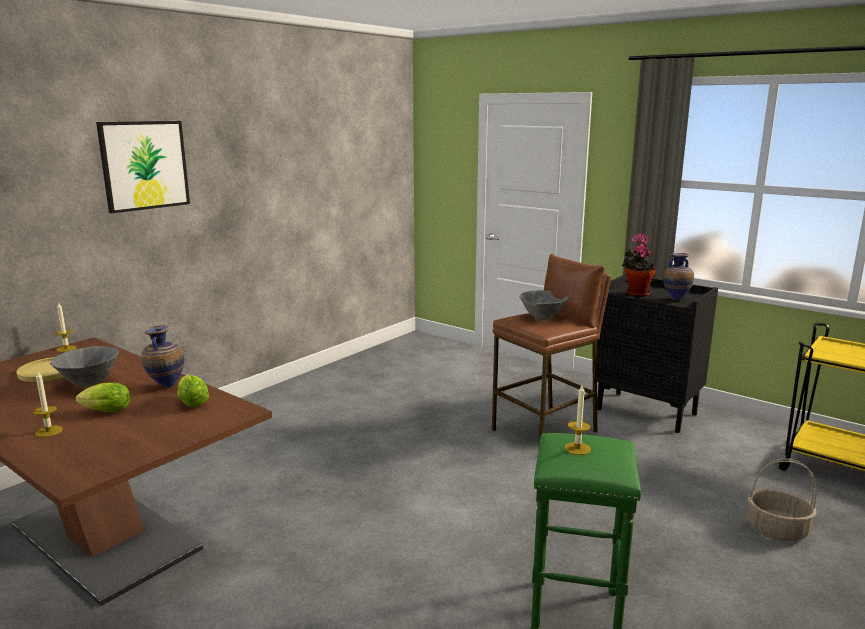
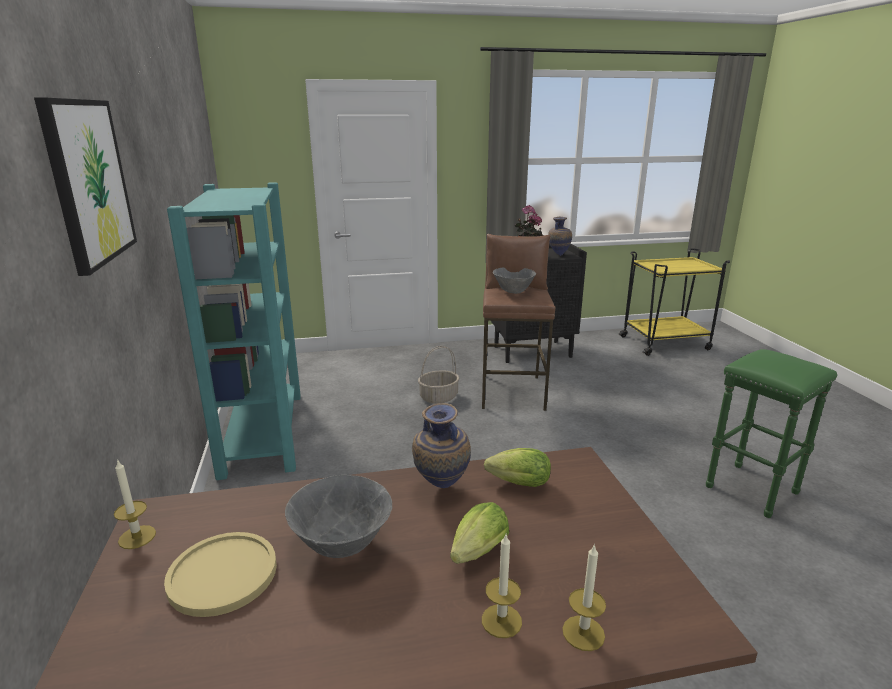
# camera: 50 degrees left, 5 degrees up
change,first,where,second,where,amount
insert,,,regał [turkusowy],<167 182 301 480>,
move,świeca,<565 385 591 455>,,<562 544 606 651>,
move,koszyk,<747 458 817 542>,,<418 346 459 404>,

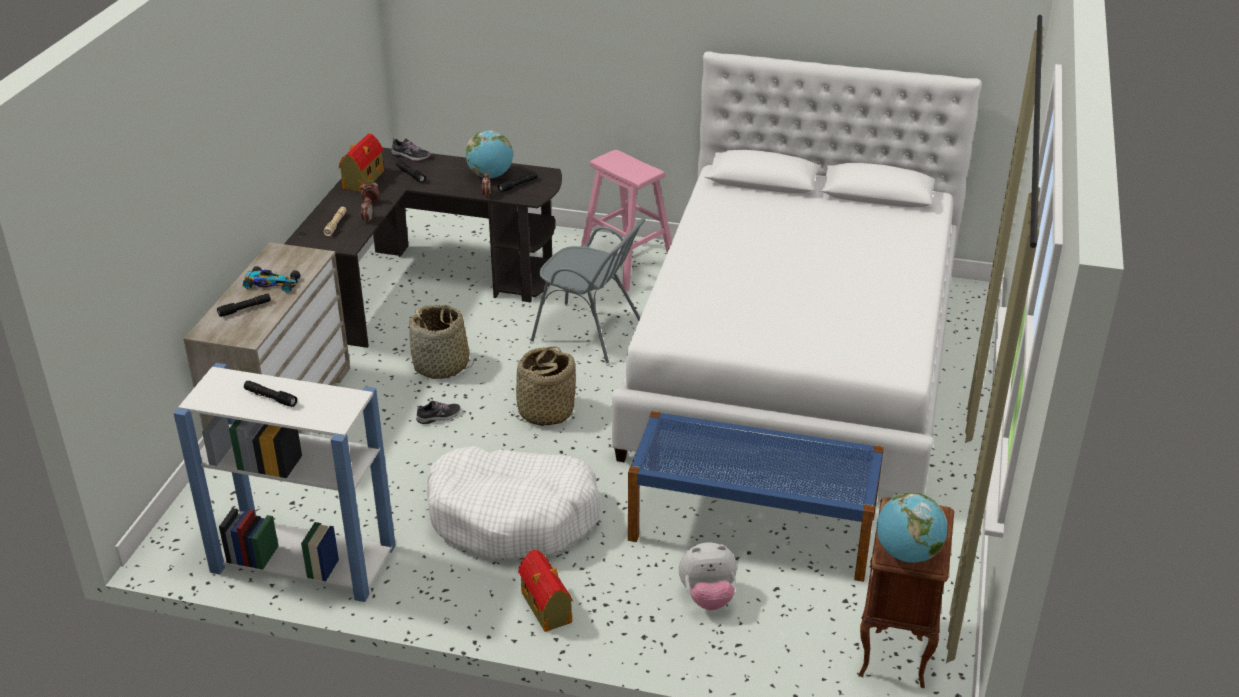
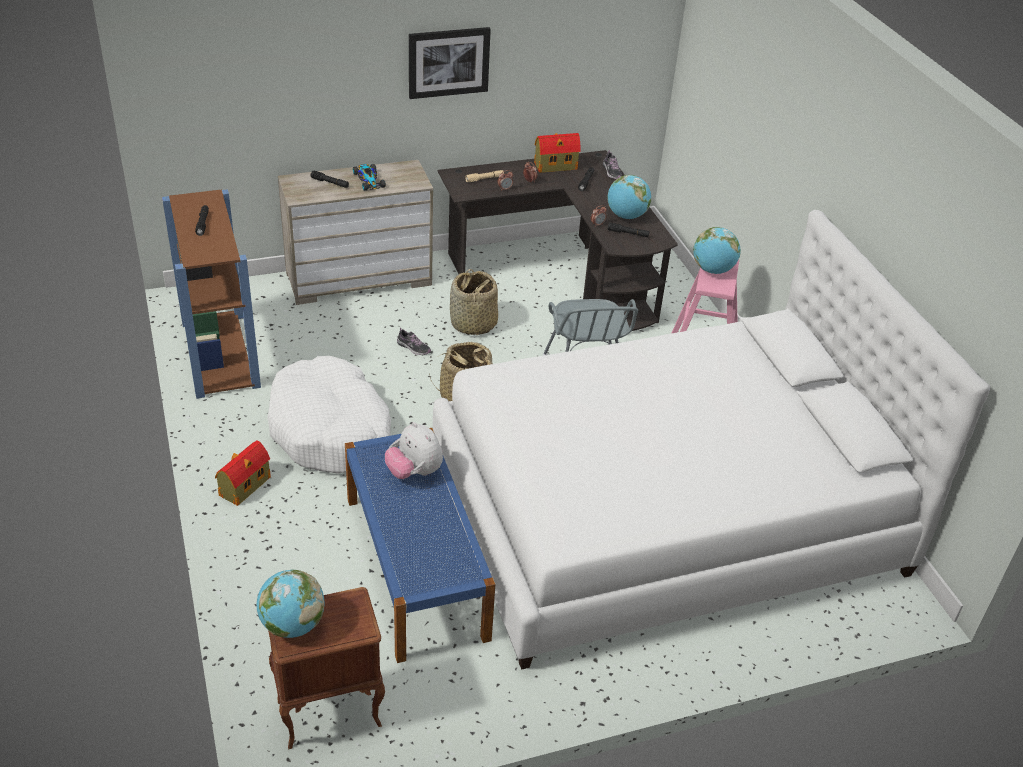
# camera: 55 degrees right, 5 degrees up
change,first,where,second,where,amount
insert,,,obraz,<409 27 491 99>,
insert,,,globus,<693 227 741 274>,
move,pluszak,<679 543 737 610>,,<385 422 443 479>,
recolor,regał [biały],<173 363 396 602>,regał [brązowy],<162 189 261 399>,

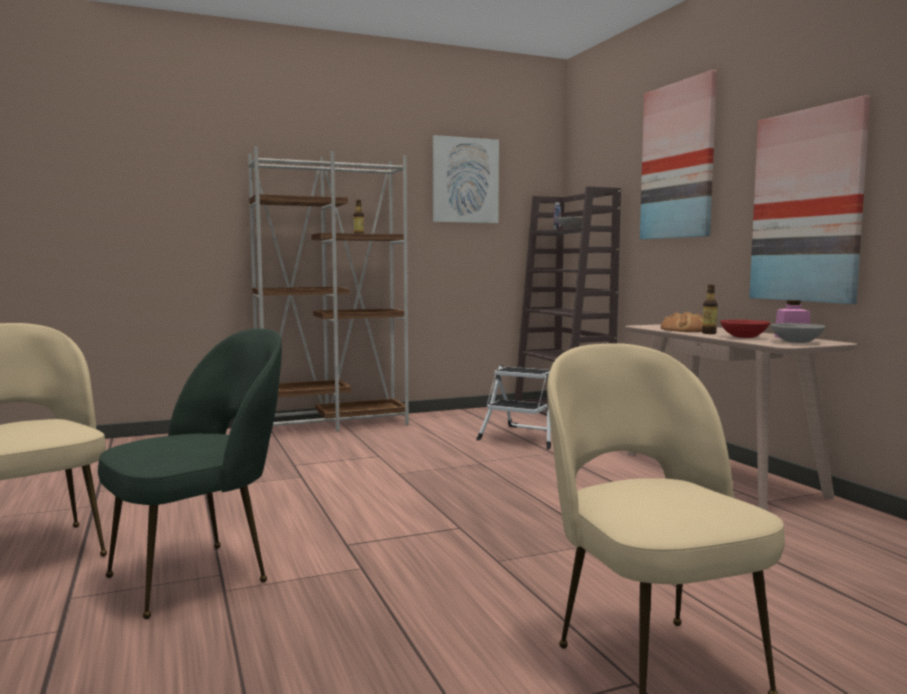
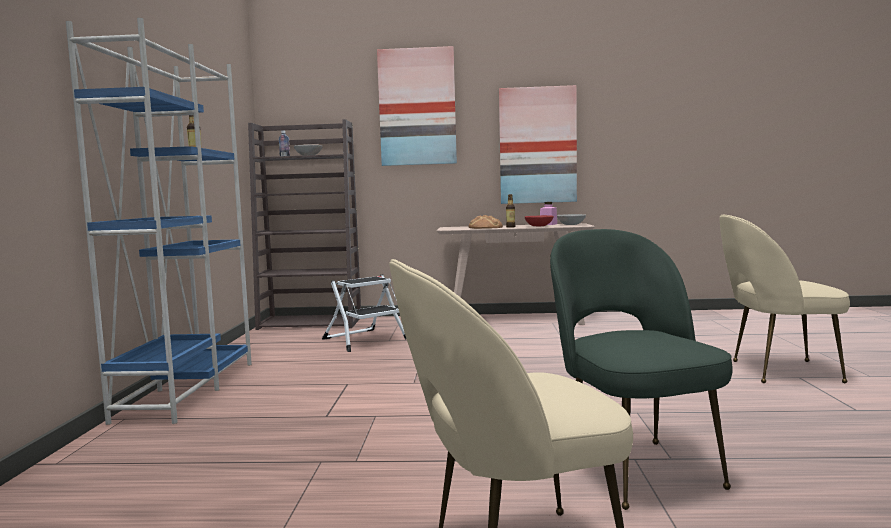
# camera: 65 degrees left, 0 degrees up
change,first,where,second,where,amount
delete,obraz,<433 135 499 223>,,,
recolor,regał [brązowy],<248 146 409 432>,regał [niebieski],<66 18 252 425>,

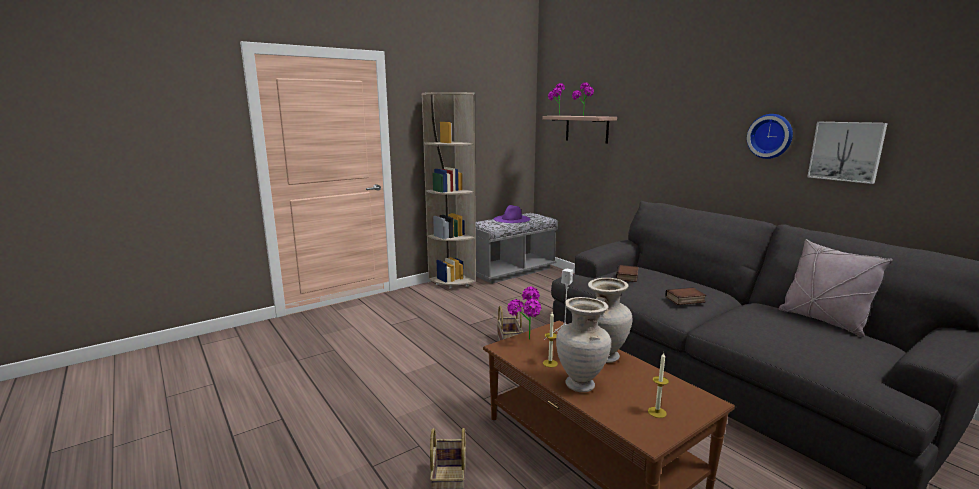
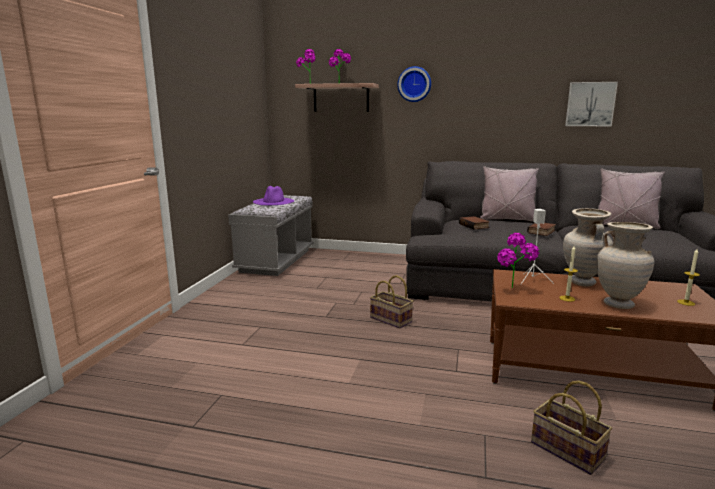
# camera: 40 degrees left, 0 degrees up
change,first,where,second,where,amount
delete,regał [beżowy],<422 92 476 289>,,,
insert,,,poduszka [fioletowy],<480 166 539 222>,
move,zegar ścienny,<747 114 793 159>,,<397 66 431 102>,

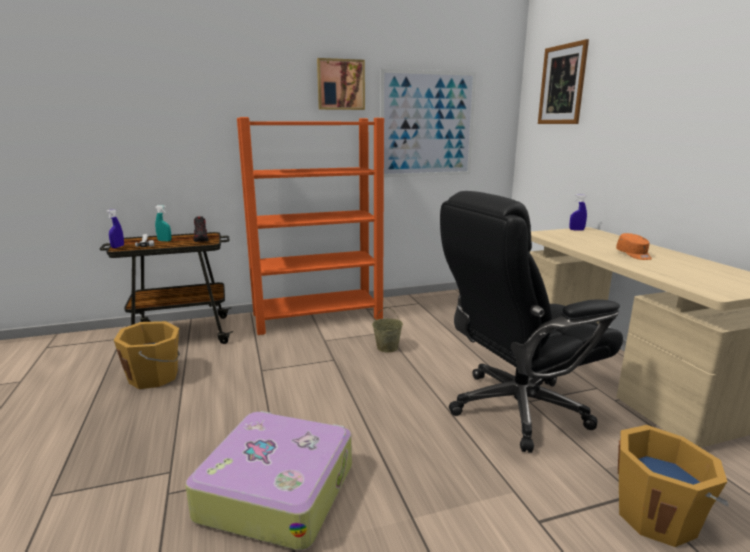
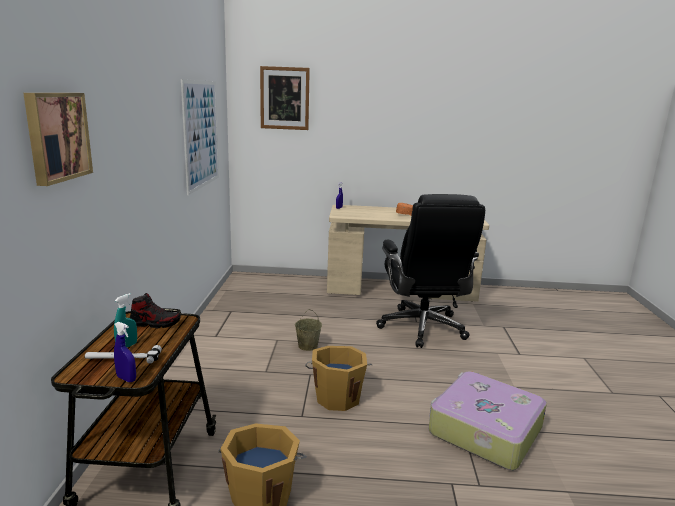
# camera: 70 degrees left, 0 degrees up
change,first,where,second,where,amount
delete,regał [pomarańczowy],<237 117 384 335>,,,
move,obraz,<317 58 365 110>,,<23 93 93 186>,
move,wiadro [pomarańczowy],<618 425 728 547>,,<305 346 372 411>,

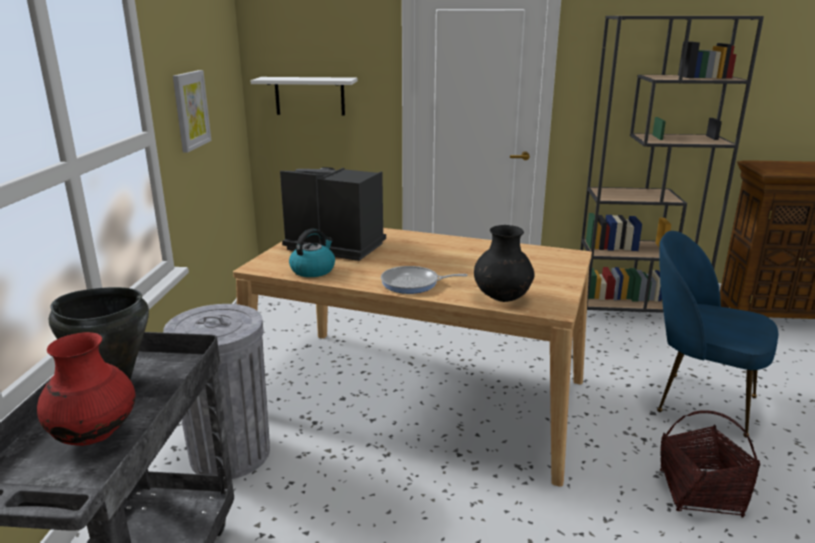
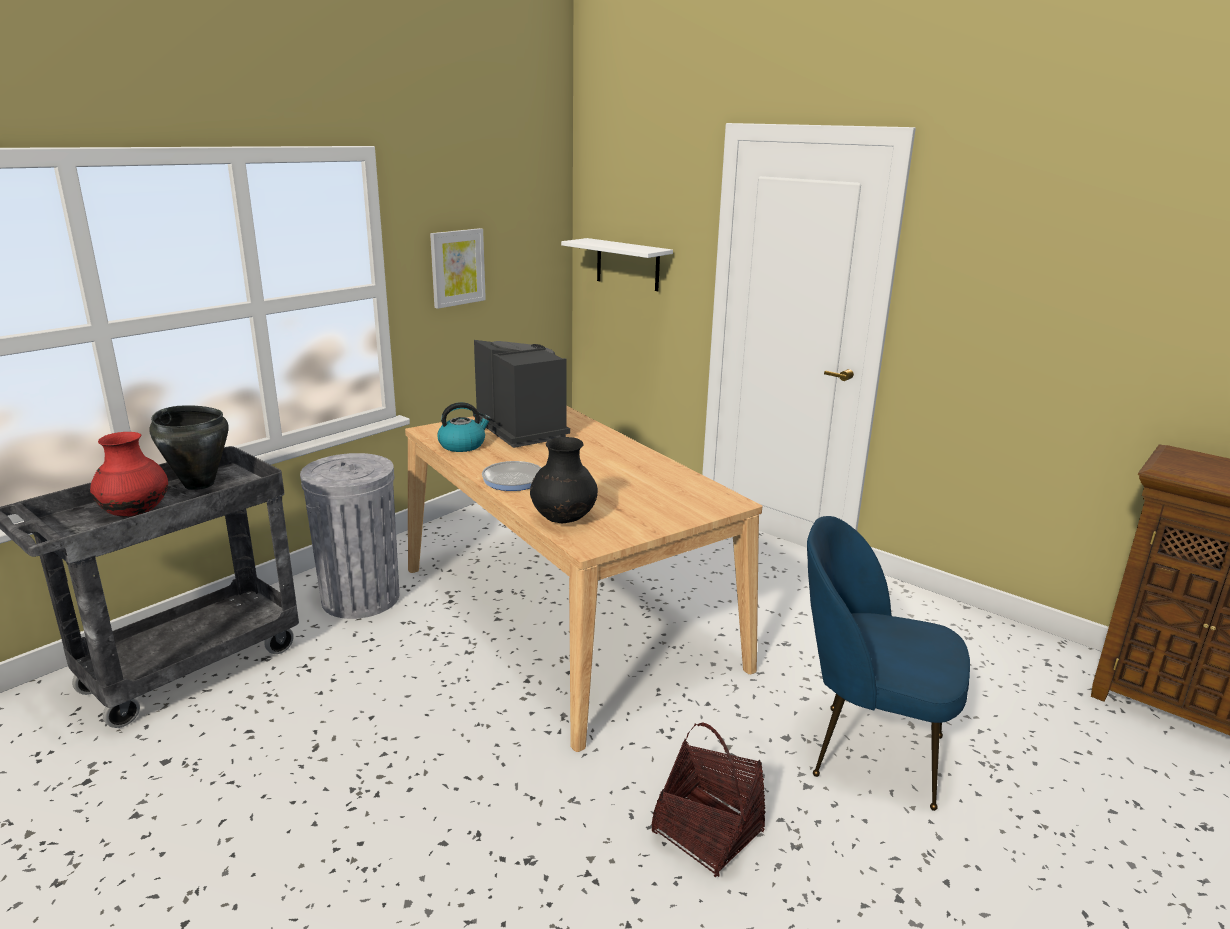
# camera: 35 degrees right, 0 degrees up
change,first,where,second,where,amount
delete,regał,<580 16 764 313>,,,
rotate,krzesło [niebieski],<657 231 779 438>,,<807 516 970 811>,45 degrees counterclockwise

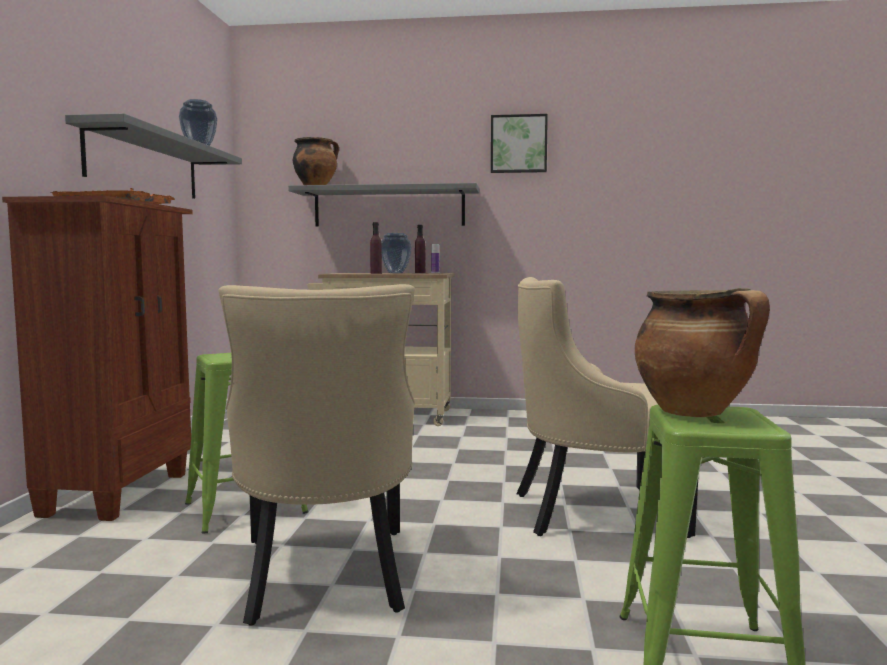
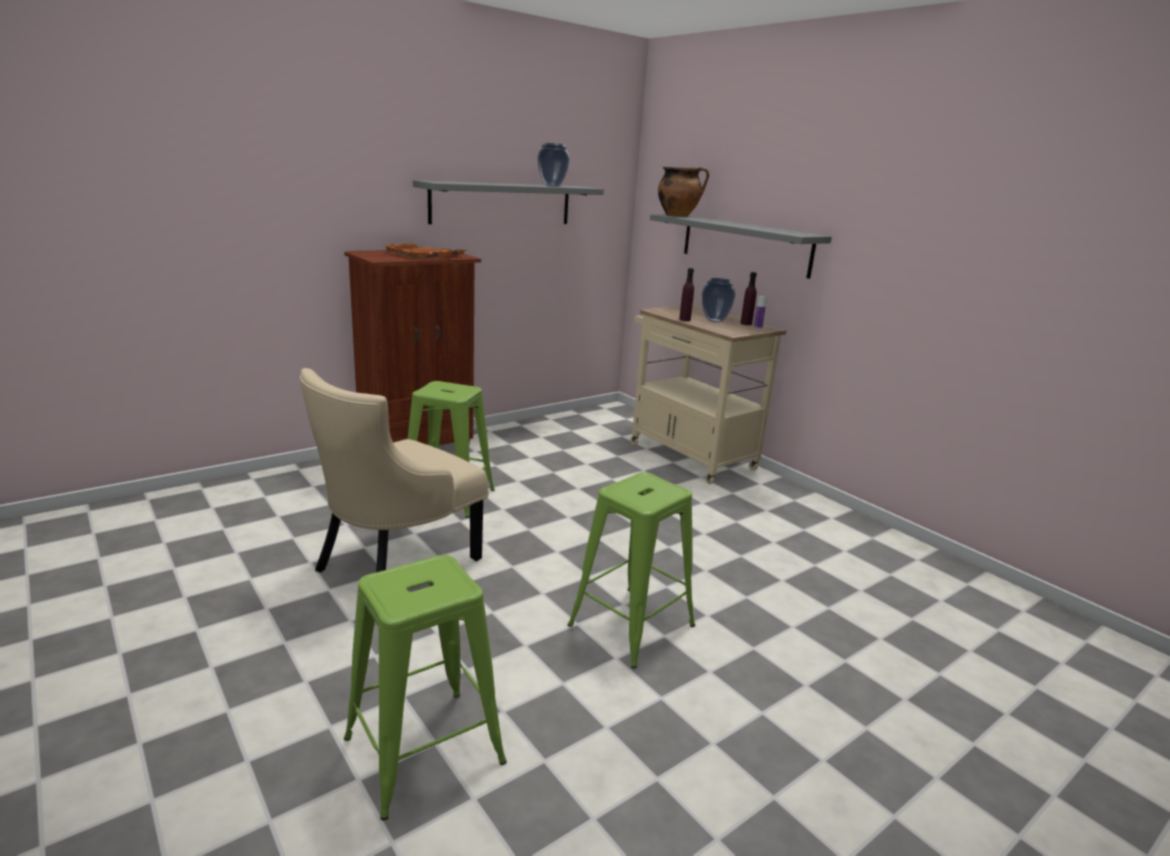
# camera: 45 degrees right, 15 degrees up
change,first,where,second,where,amount
delete,obraz,<491 114 548 173>,,,
delete,garnek,<635 288 770 417>,,,
replace,krzesło [beżowy],<516 277 698 538>,stołek [zielony],<567 472 695 668>,

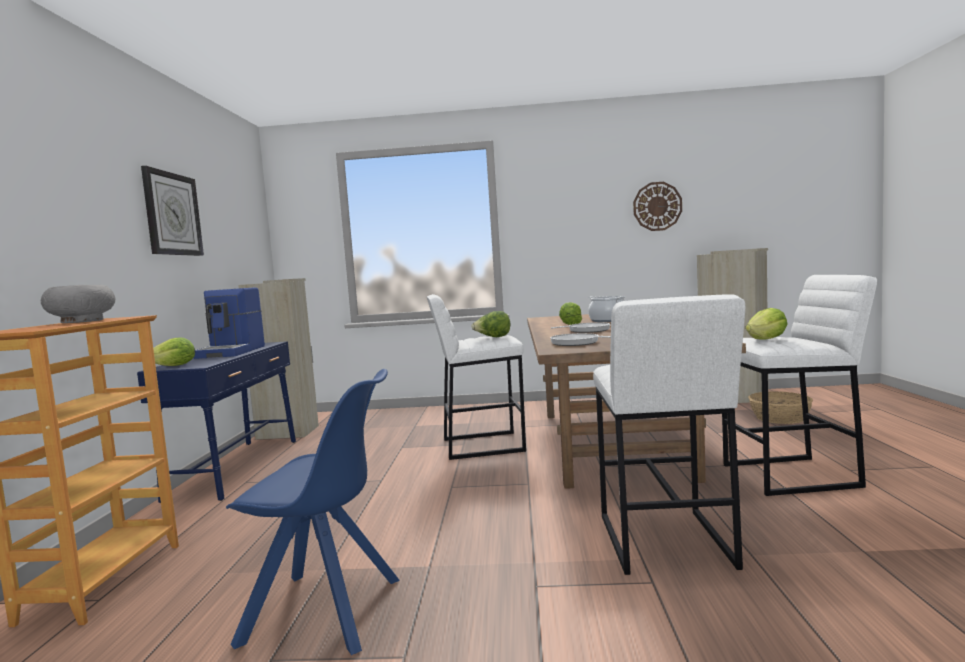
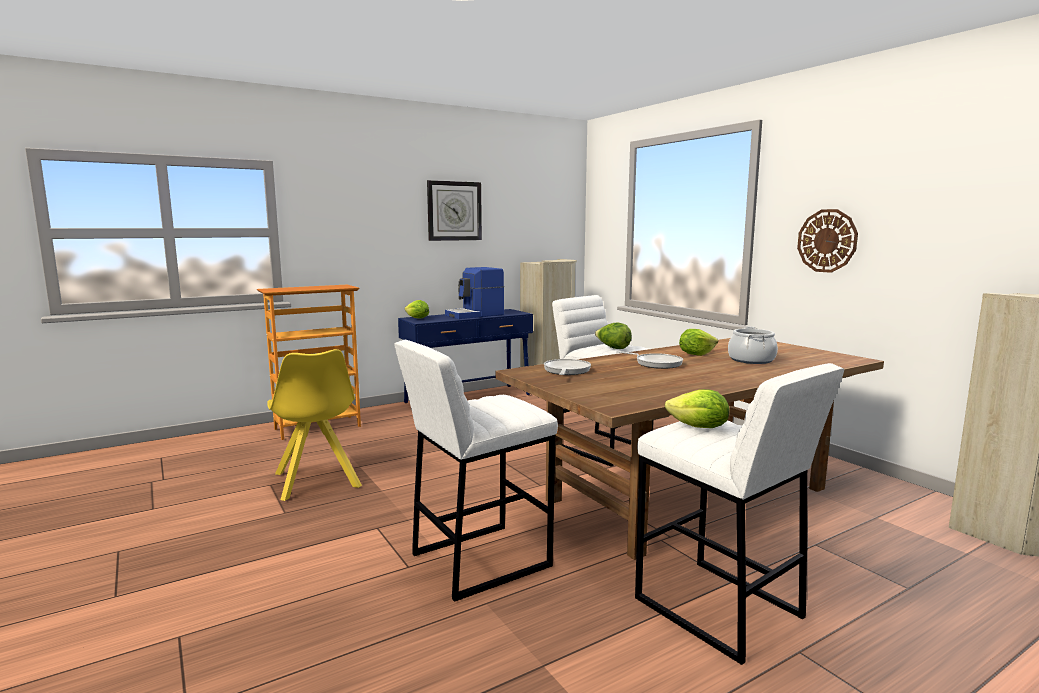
# camera: 55 degrees right, 5 degrees up
change,first,where,second,where,amount
delete,miska [szary],<41 285 115 323>,,,
delete,koszyk,<748 391 813 424>,,,
move,zegar ścienny,<633 182 682 231>,,<797 209 858 273>,
recolor,krzesło [niebieski],<226 369 400 655>,krzesło [żółty],<267 349 362 501>,

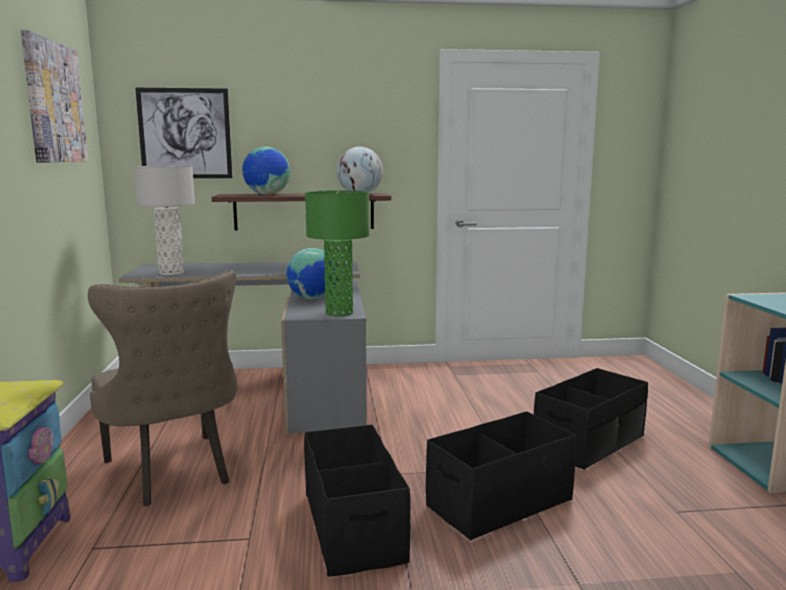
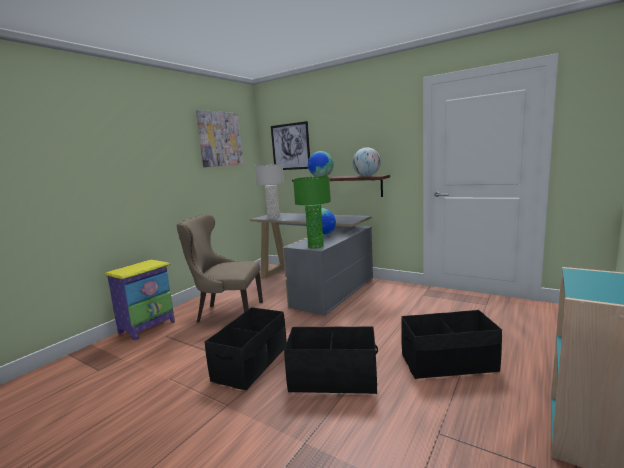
# camera: 40 degrees right, 0 degrees up
change,first,where,second,where,amount
rotate,krzesło [beżowy],<88 270 237 506>,,<177 214 263 322>,90 degrees clockwise

